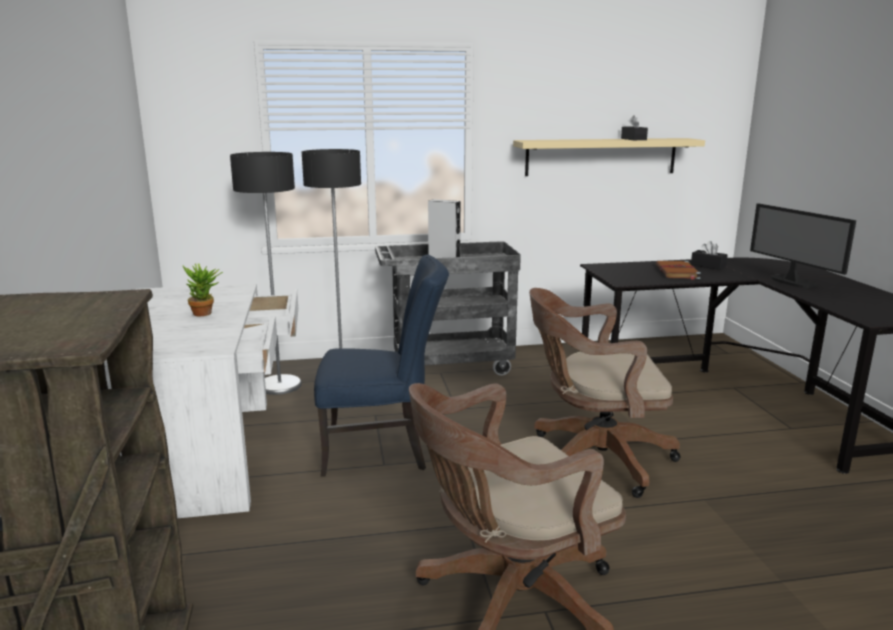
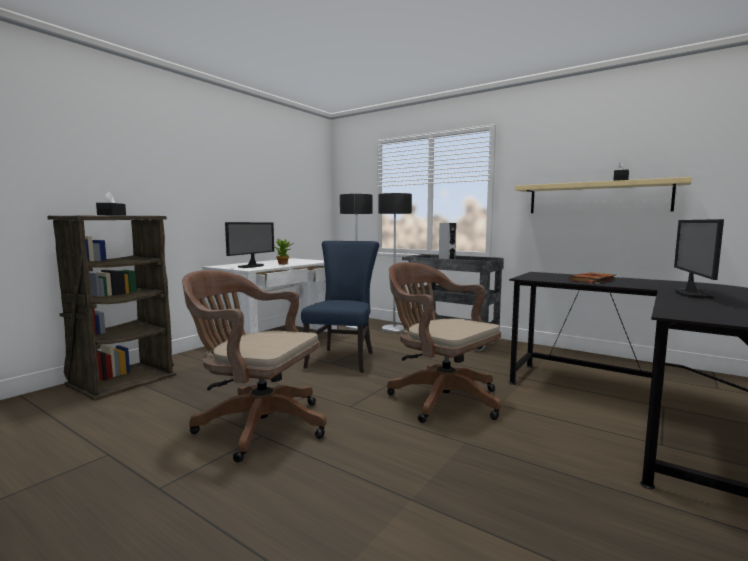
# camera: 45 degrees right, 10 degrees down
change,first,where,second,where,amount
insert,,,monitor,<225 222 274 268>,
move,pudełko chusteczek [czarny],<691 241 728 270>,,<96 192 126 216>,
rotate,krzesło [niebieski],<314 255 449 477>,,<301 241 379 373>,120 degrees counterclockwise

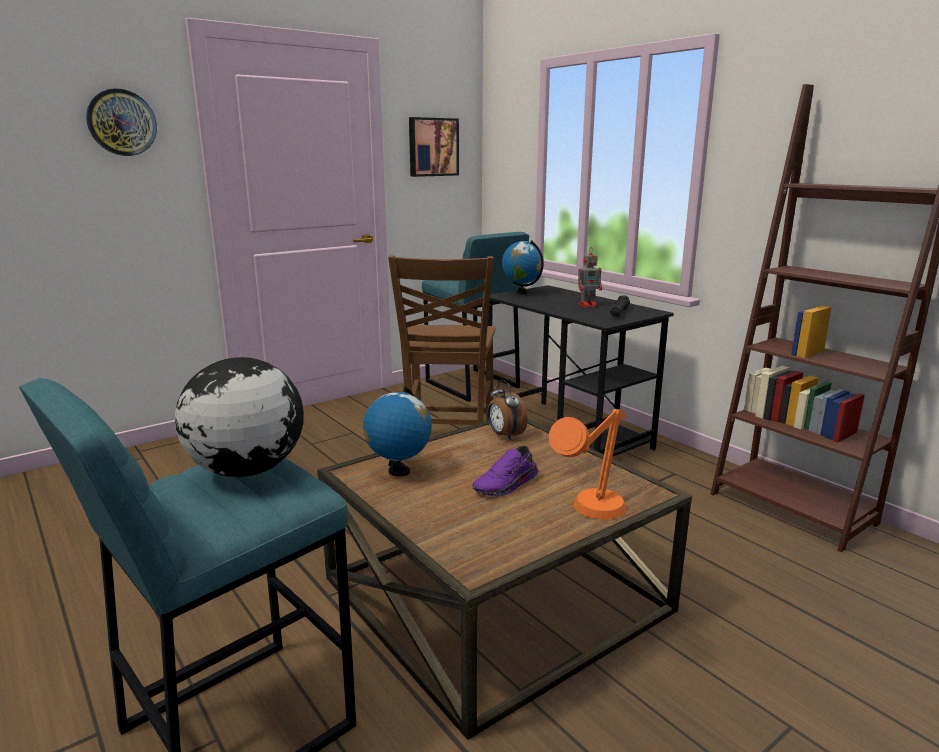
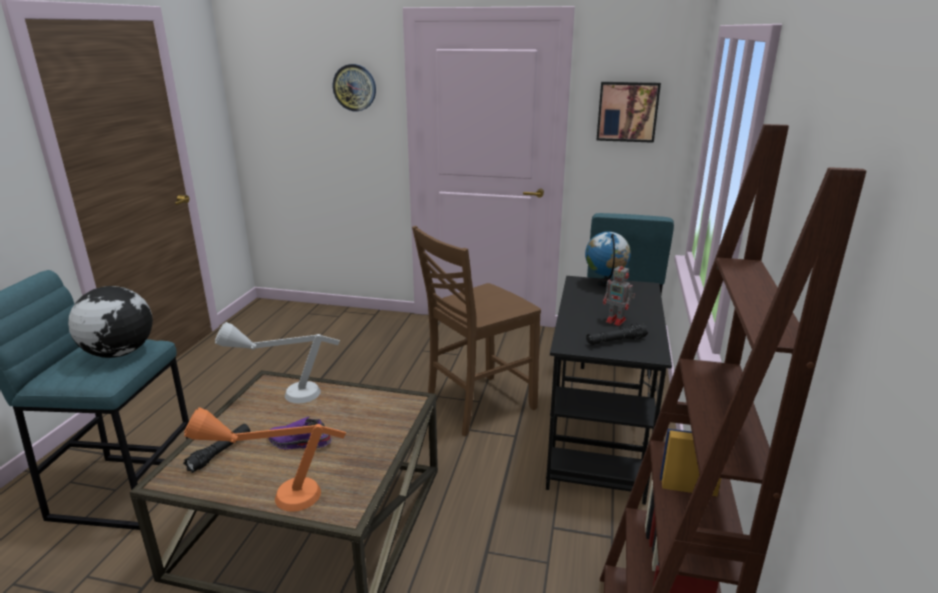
# camera: 50 degrees right, 5 degrees up
change,first,where,second,where,amount
delete,budzik,<488 380 528 440>,,,
insert,,,latarka [czarny],<183 424 250 473>,
replace,globus,<363 387 432 476>,lampa stołowa [szary],<215 322 340 403>,

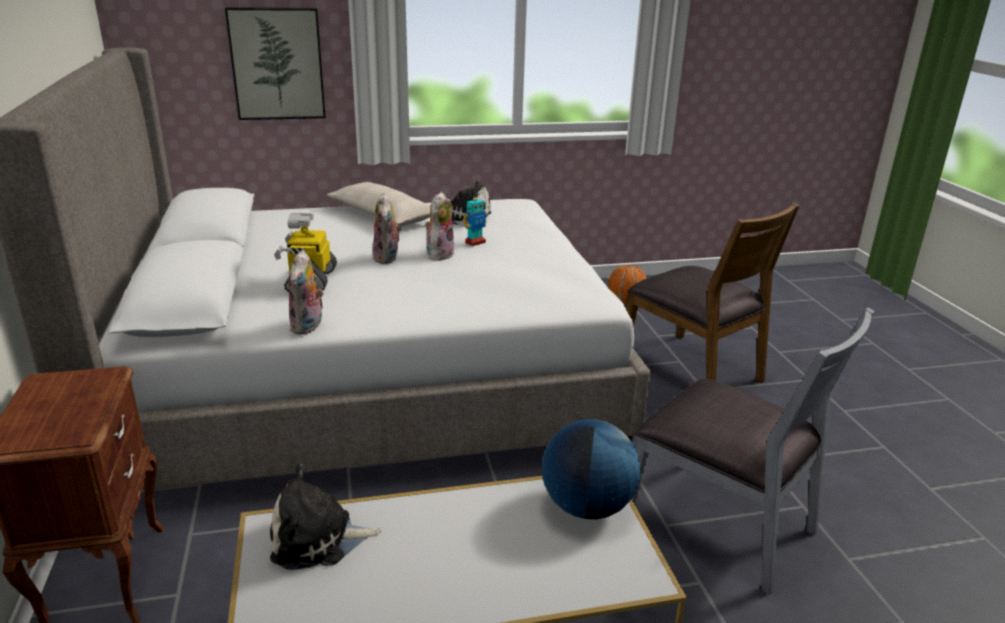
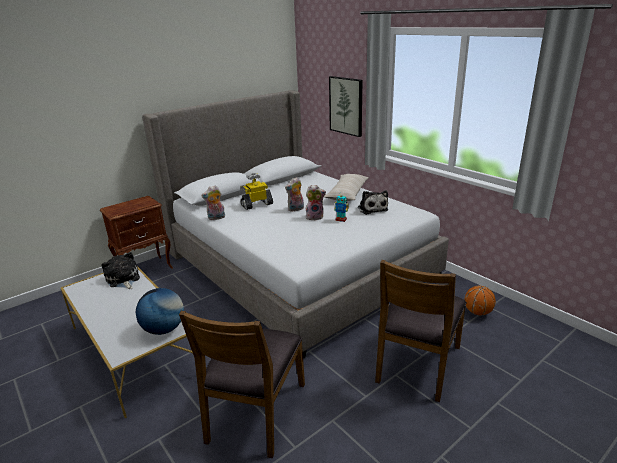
# camera: 65 degrees right, 0 degrees up
change,first,where,second,where,amount
recolor,krzesło [szary],<632 307 875 595>,krzesło [brązowy],<179 311 305 458>,

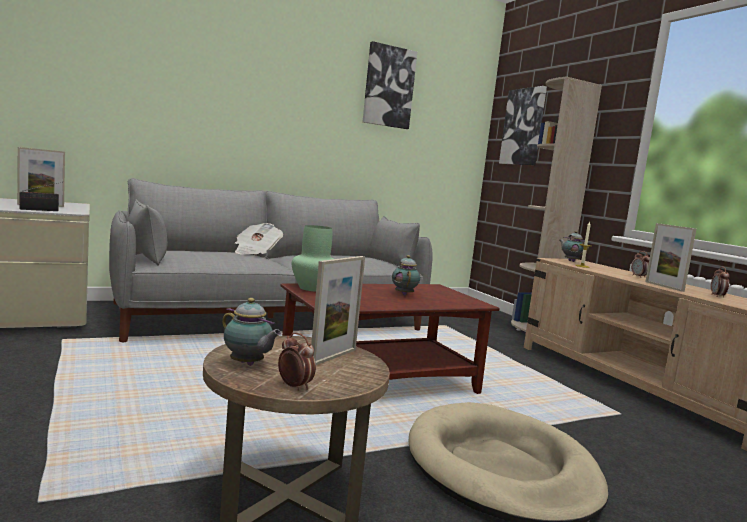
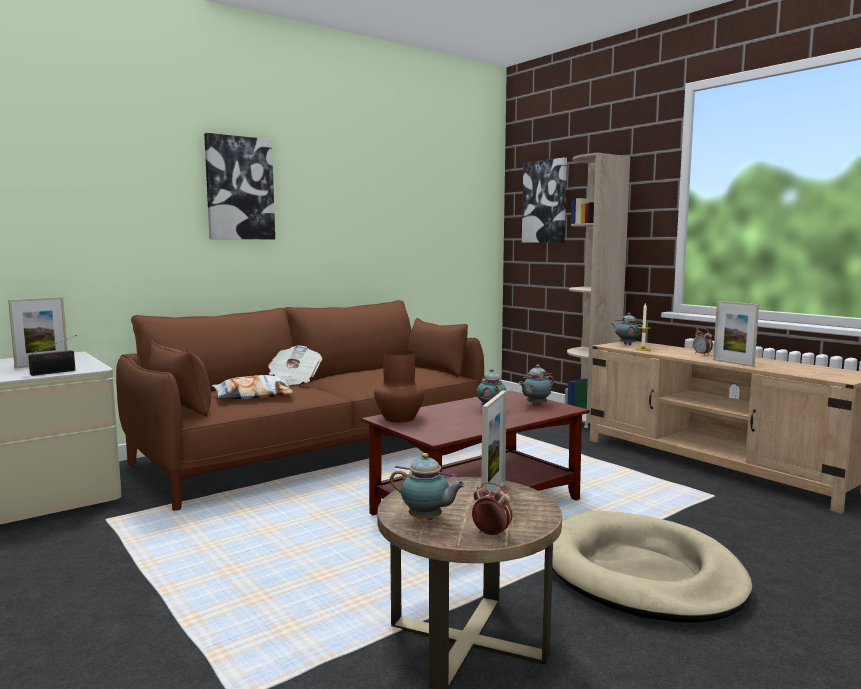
# camera: 10 degrees left, 0 degrees up
change,first,where,second,where,amount
delete,budzik,<711 267 730 297>,,,
insert,,,poduszka,<212 375 294 399>,
insert,,,imbryk,<518 365 554 405>,
move,obraz,<363 41 417 129>,,<204 133 275 239>,
recolor,kanapa [szary],<109 178 433 342>,kanapa [brązowy],<116 300 484 510>,
recolor,wazon [zielony],<292 225 333 292>,wazon [brązowy],<374 351 425 423>,

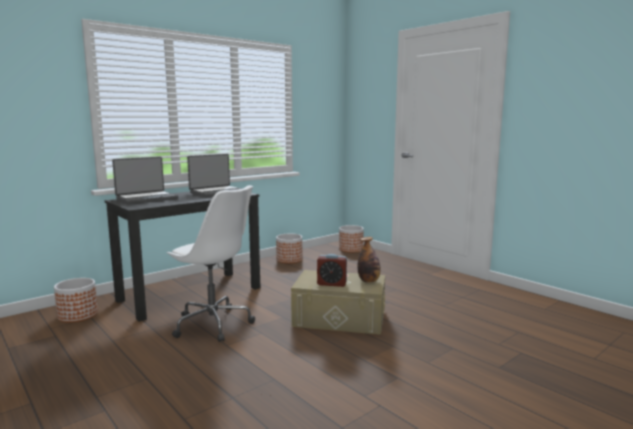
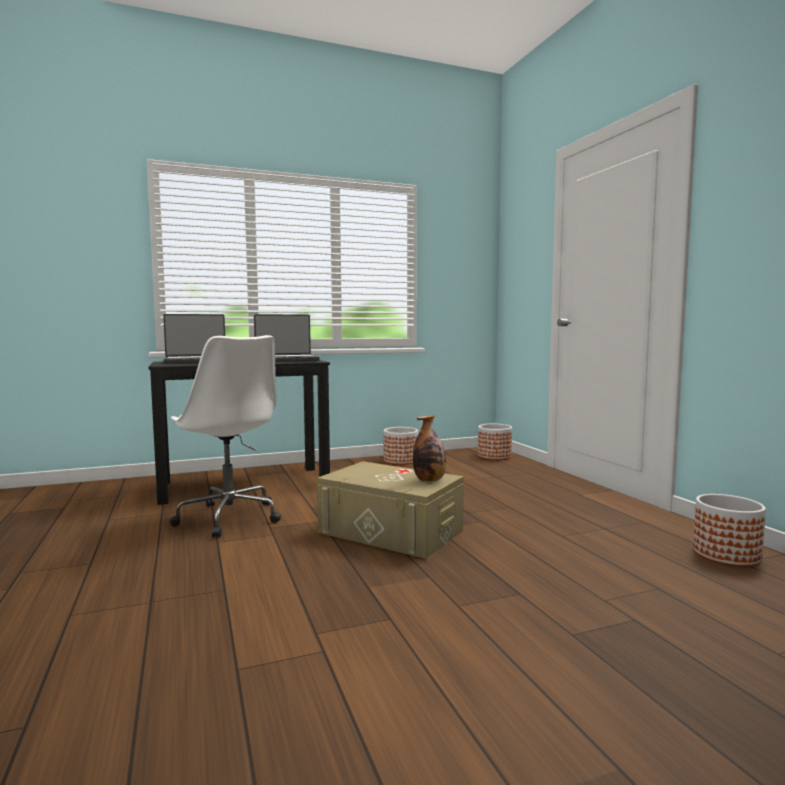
# camera: 20 degrees right, 5 degrees down
change,first,where,second,where,amount
delete,budzik,<317 254 347 287>,,,
move,donica,<54 278 98 322>,,<693 494 766 567>,

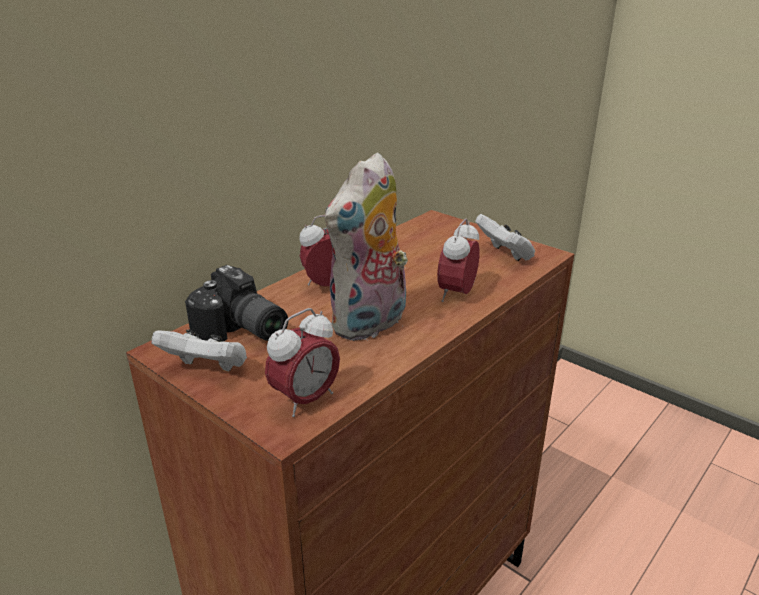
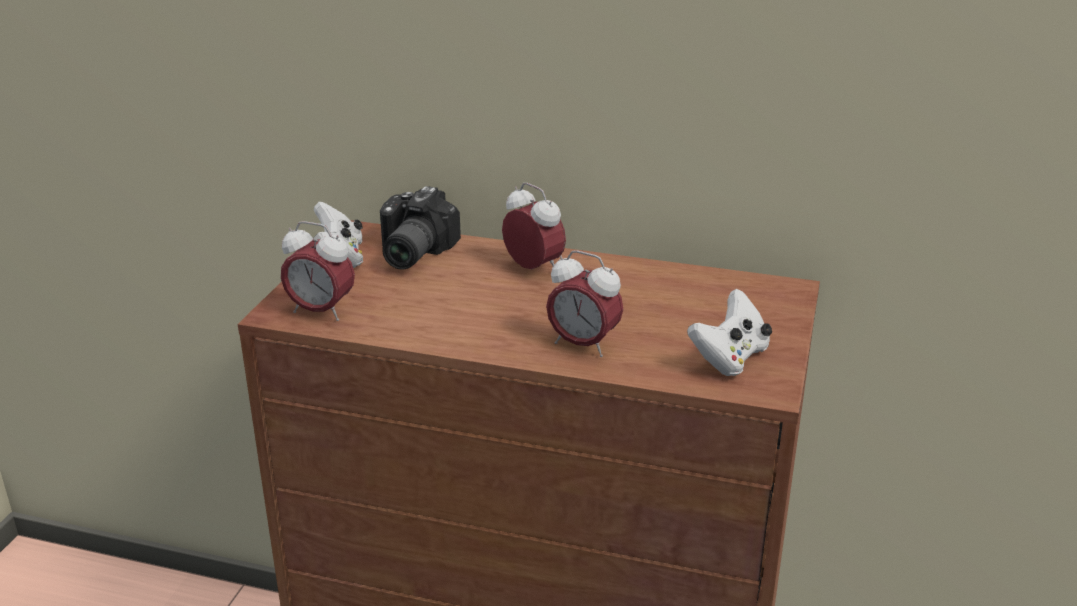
# camera: 65 degrees right, 0 degrees up
change,first,where,second,where,amount
delete,pluszak,<325 152 408 341>,,,
rotate,budzik,<437 219 480 302>,,<546 250 623 357>,150 degrees counterclockwise

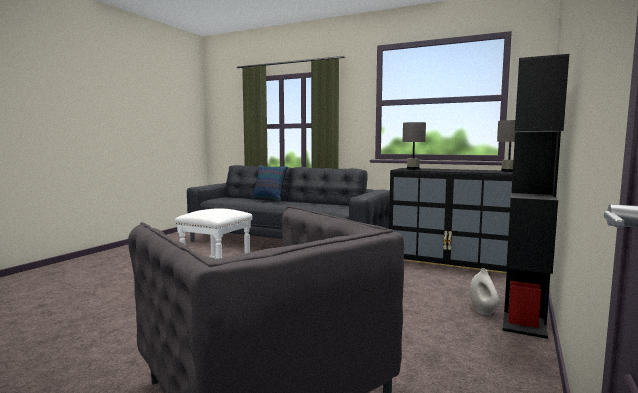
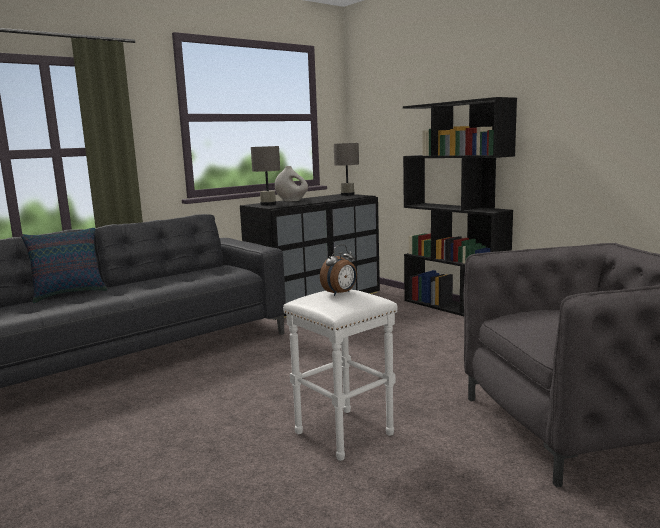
# camera: 65 degrees left, 5 degrees up
change,first,where,second,where,amount
insert,,,budzik,<320 244 357 296>,
move,wazon [biały],<470 268 500 315>,,<275 166 308 201>,

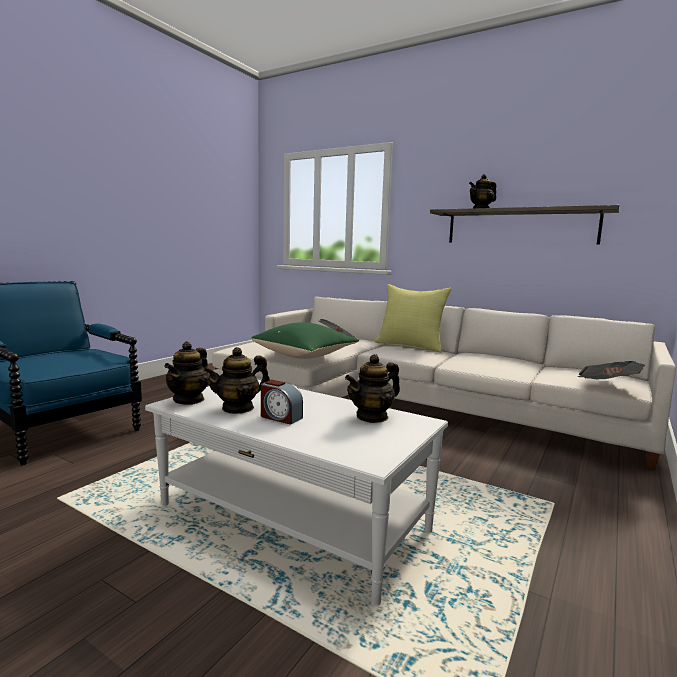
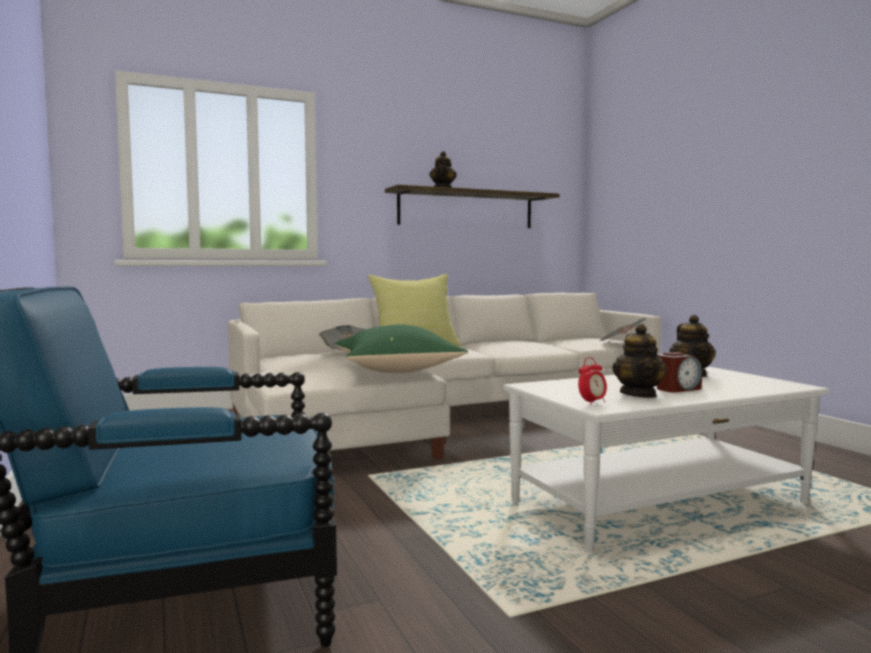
# camera: 55 degrees left, 5 degrees down
change,first,where,second,where,amount
replace,imbryk,<164 341 209 405>,budzik,<578 357 607 405>,

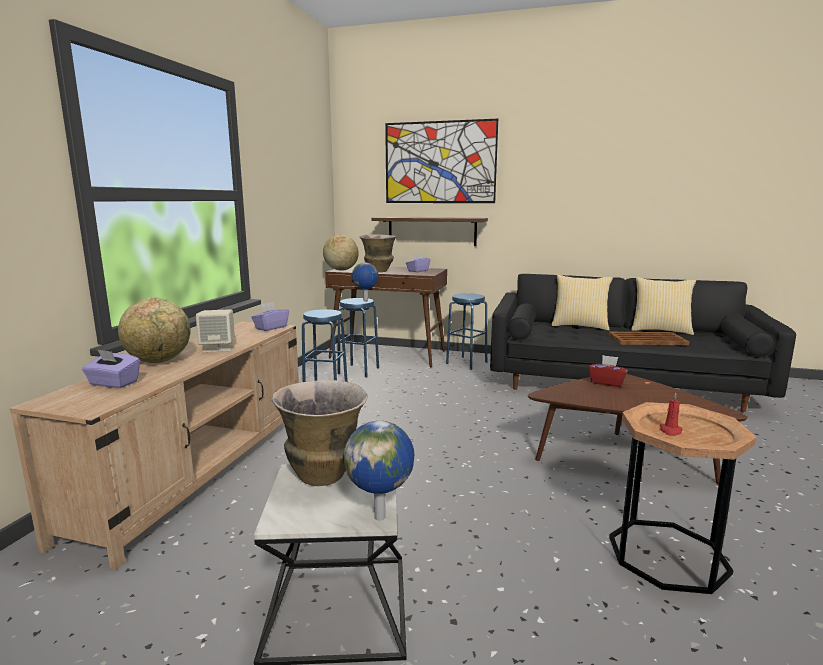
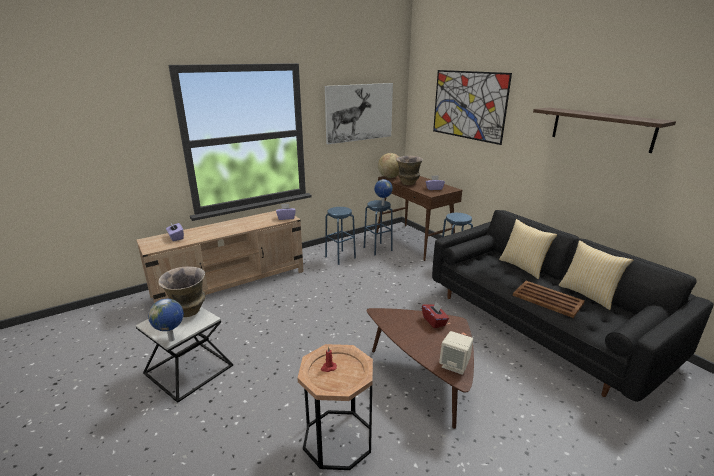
# camera: 40 degrees right, 10 degrees up
change,first,where,second,where,amount
delete,globus,<118 298 191 363>,,,
insert,,,obraz,<325 83 393 144>,
move,głośnik [beżowy],<196 309 235 352>,,<439 331 473 375>,
move,półka,<371 217 488 246>,,<533 107 676 153>,

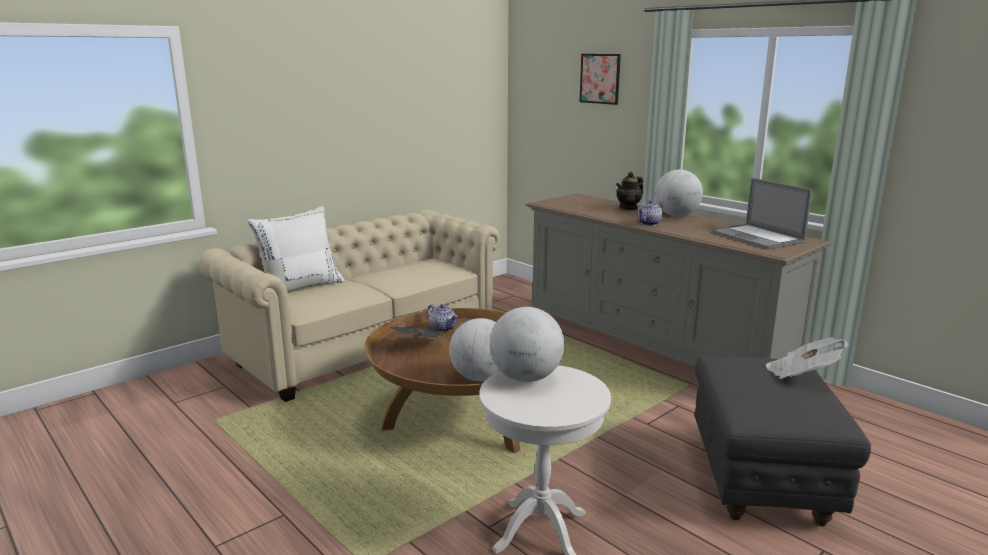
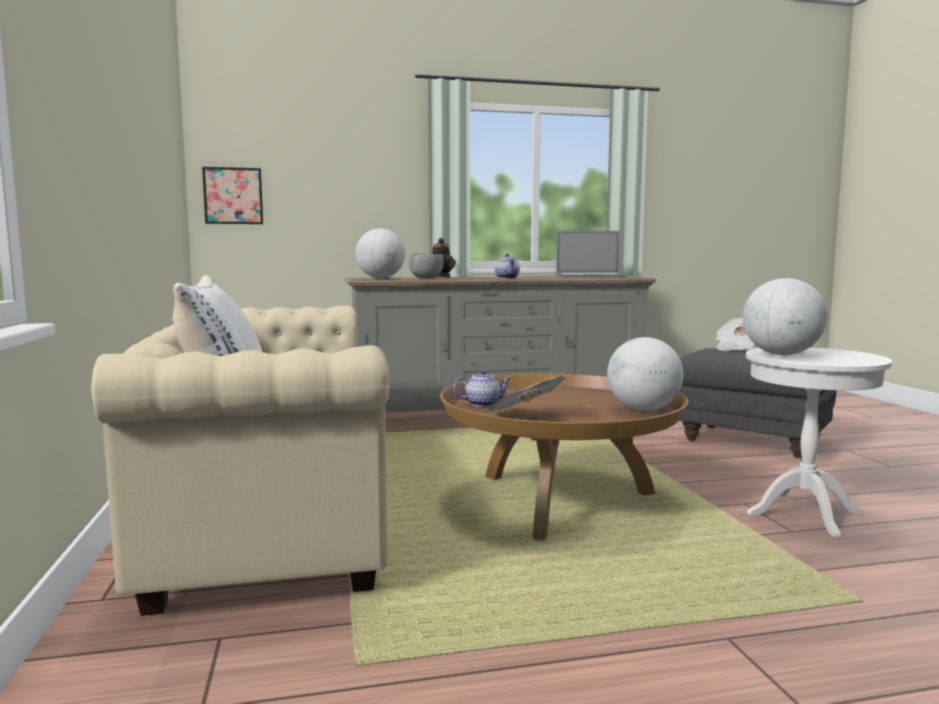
# camera: 60 degrees left, 10 degrees down
change,first,where,second,where,amount
insert,,,miska [szary],<409 254 444 279>,
move,obraz,<580 54 621 105>,,<202 167 263 224>,
move,globus,<655 170 703 216>,,<356 229 405 278>,

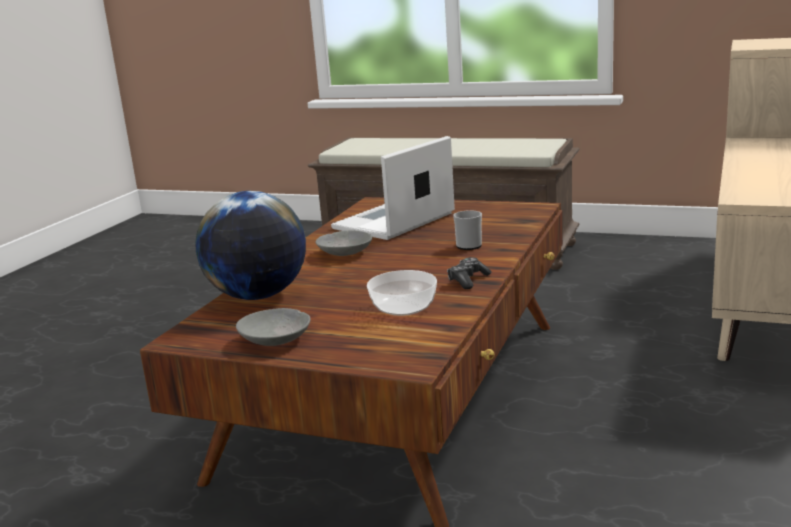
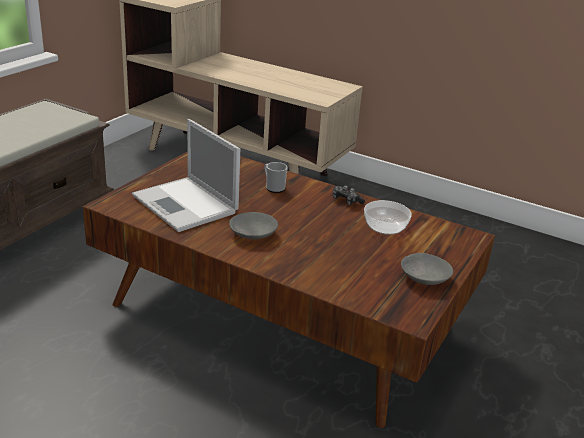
# camera: 85 degrees left, 10 degrees up
change,first,where,second,where,amount
delete,globus,<195 191 306 300>,,,

